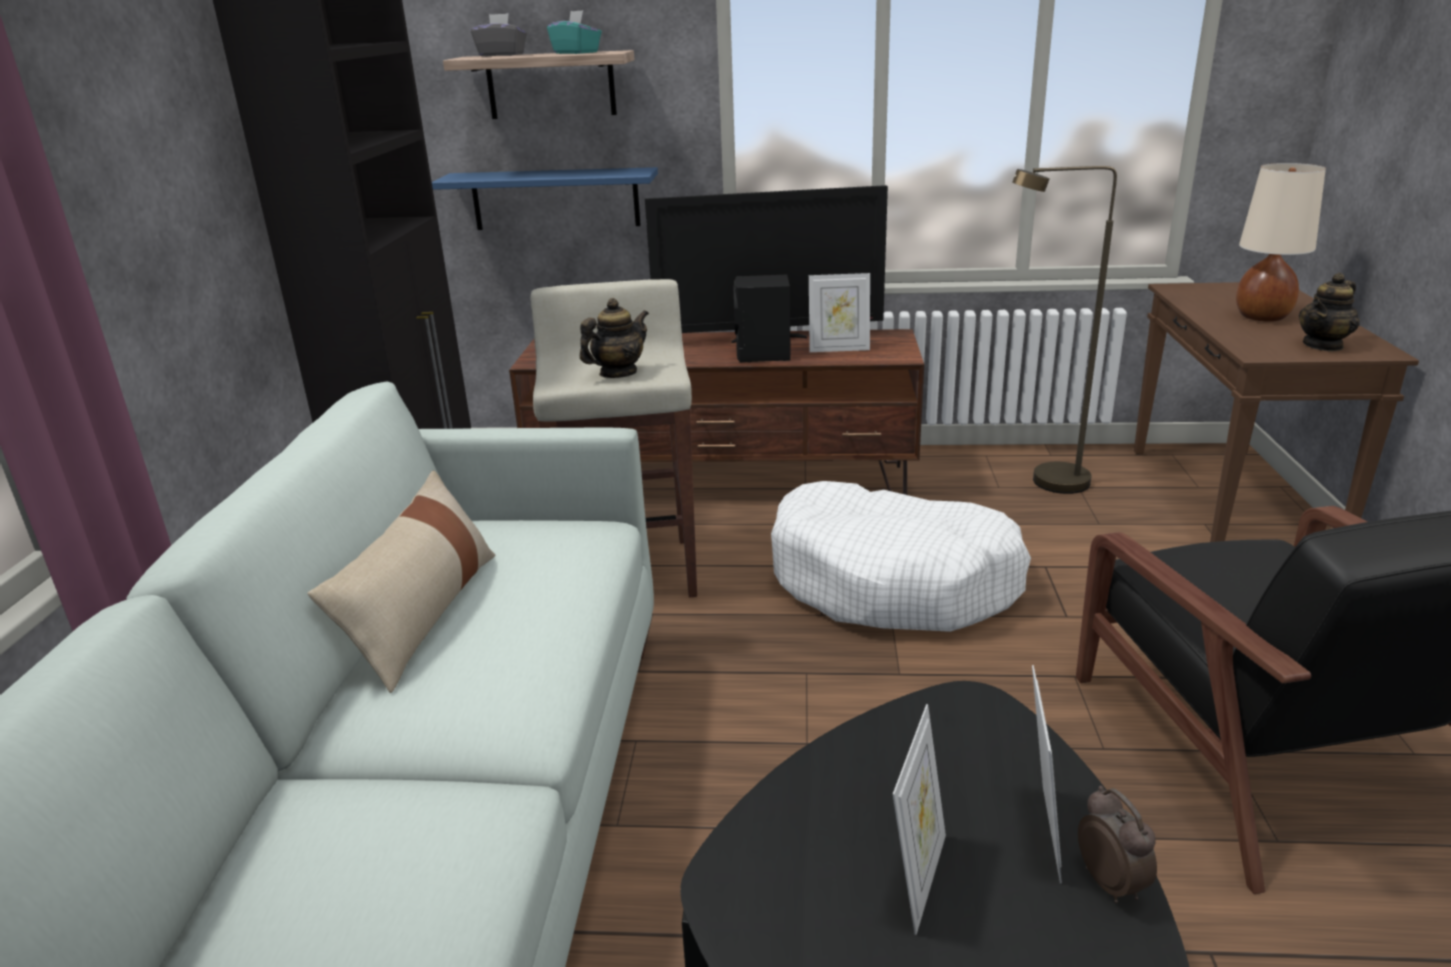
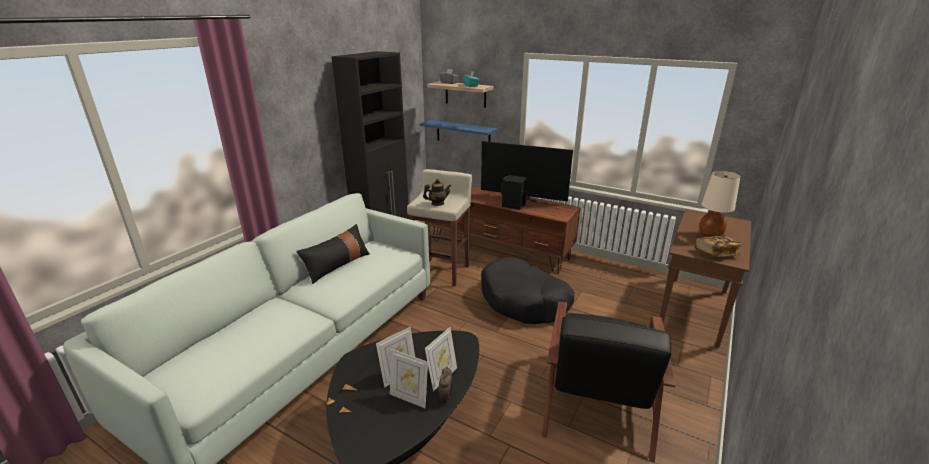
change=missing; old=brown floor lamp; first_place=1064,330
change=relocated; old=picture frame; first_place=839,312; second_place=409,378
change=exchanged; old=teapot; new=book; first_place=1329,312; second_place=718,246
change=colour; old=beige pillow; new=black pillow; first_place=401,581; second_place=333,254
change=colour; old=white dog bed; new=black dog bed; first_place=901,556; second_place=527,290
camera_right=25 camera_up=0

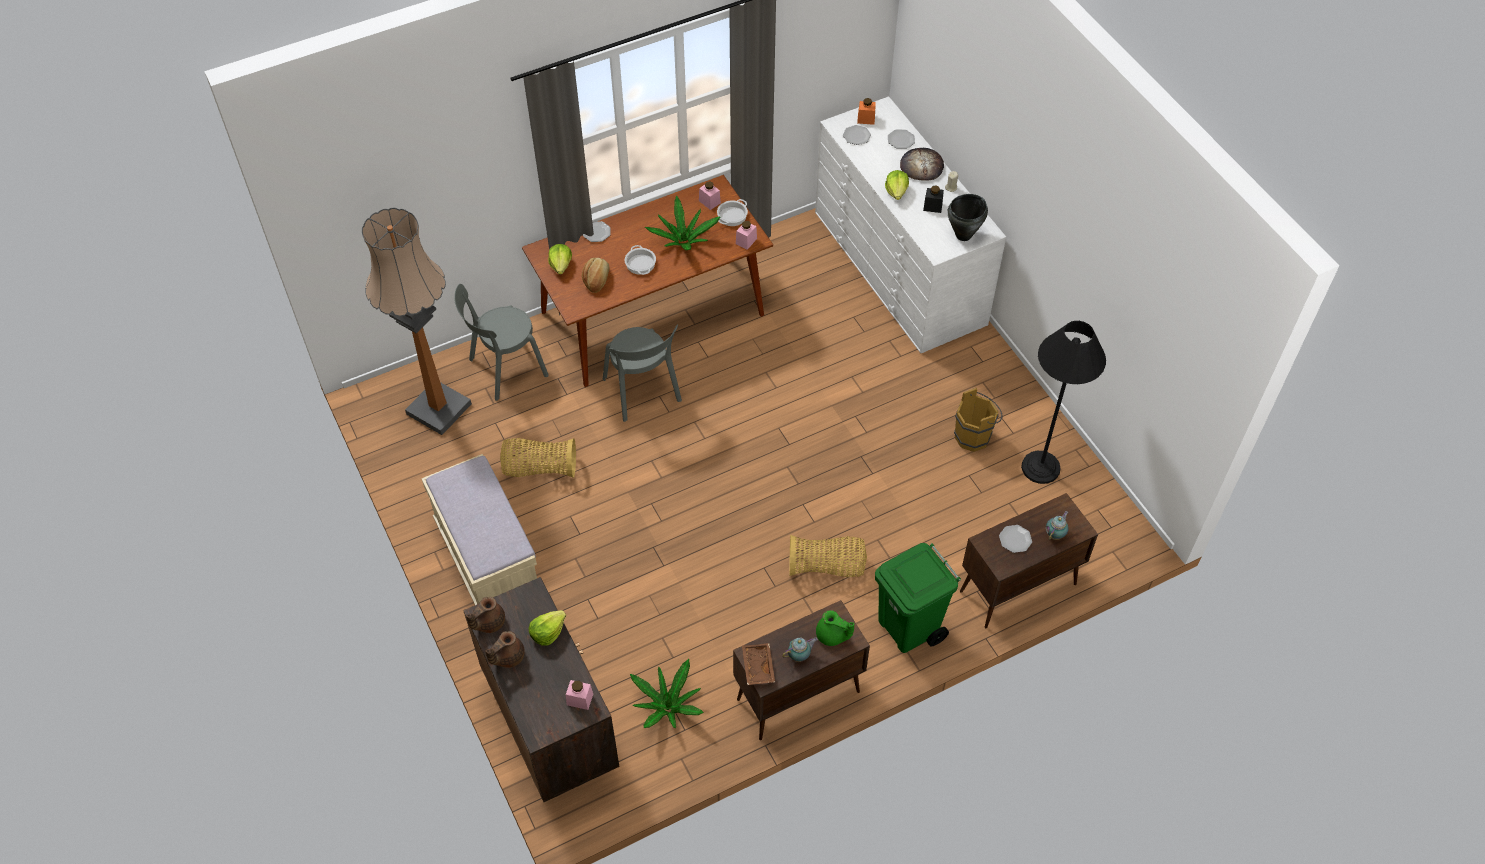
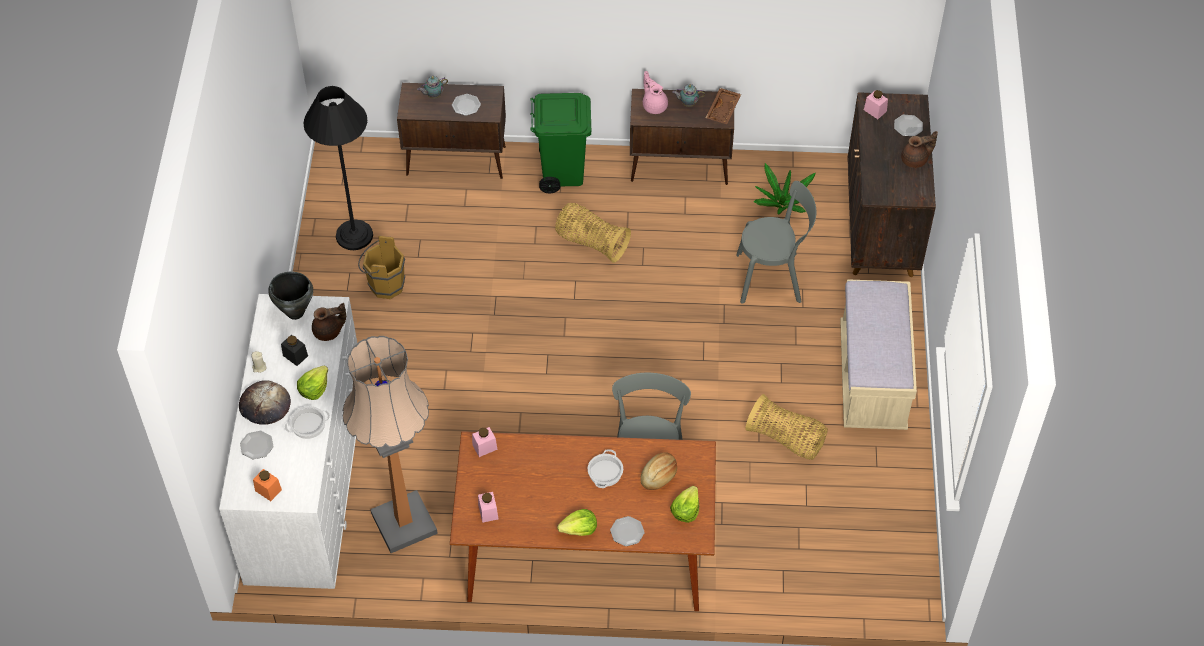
change=missing; old=potted plant; first_place=682,222
change=relocated; old=floor lamp; first_place=417,321; second_place=390,444
change=relocated; old=grey chair; first_place=501,342; second_place=776,242
change=relocated; old=brown teapot; first_place=485,615; second_place=329,322
change=relocated; old=lettuce; first_place=547,628; second_place=577,522
change=relocated; old=cooking pot; first_place=732,212; second_place=307,422
change=relocated; old=plate; first_place=857,135; second_place=908,126
change=colour; old=green teapot; new=pink teapot; first_place=835,628; second_place=655,92
camera_right=-150 camera_up=0

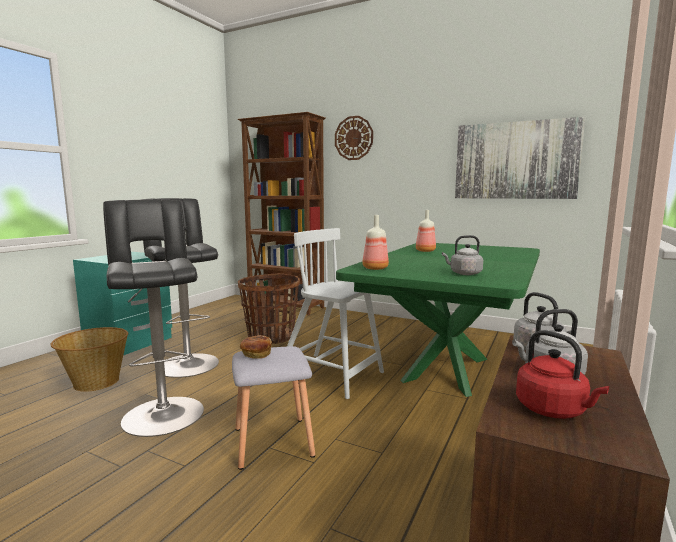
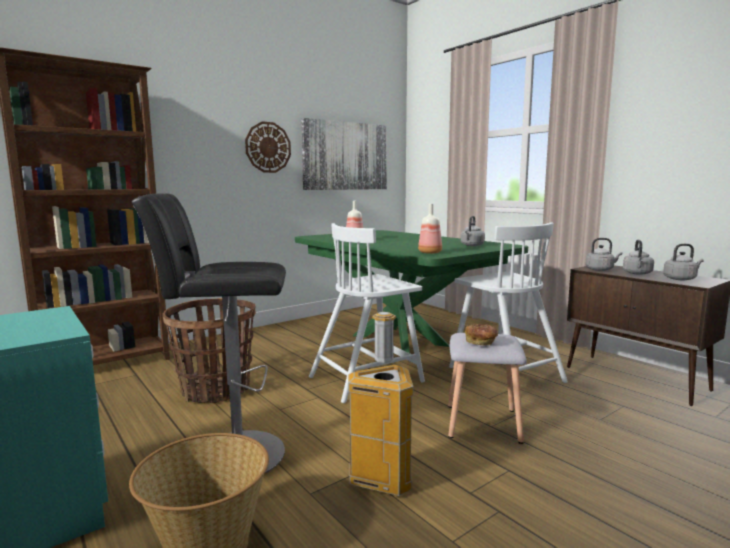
change=appeared; new=white chair; second_place=508,302
change=relocated; old=wall clock; first_place=354,138; second_place=268,147
change=exchanged; old=black stool; new=trash can; first_place=153,318; second_place=381,404
change=colour; old=red kettle; new=grey kettle; first_place=562,374; second_place=683,262
camera_right=-65 camera_up=0

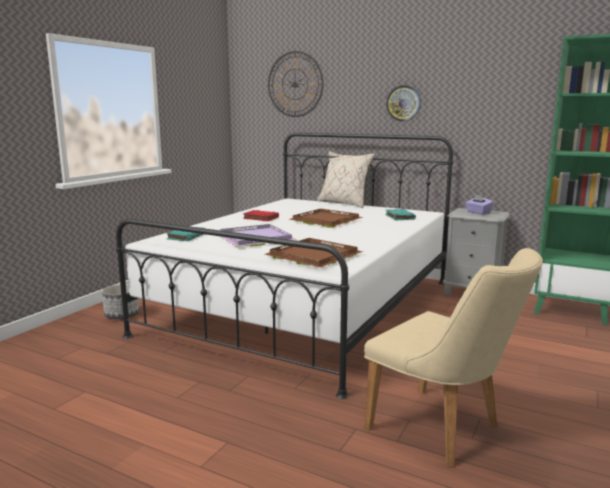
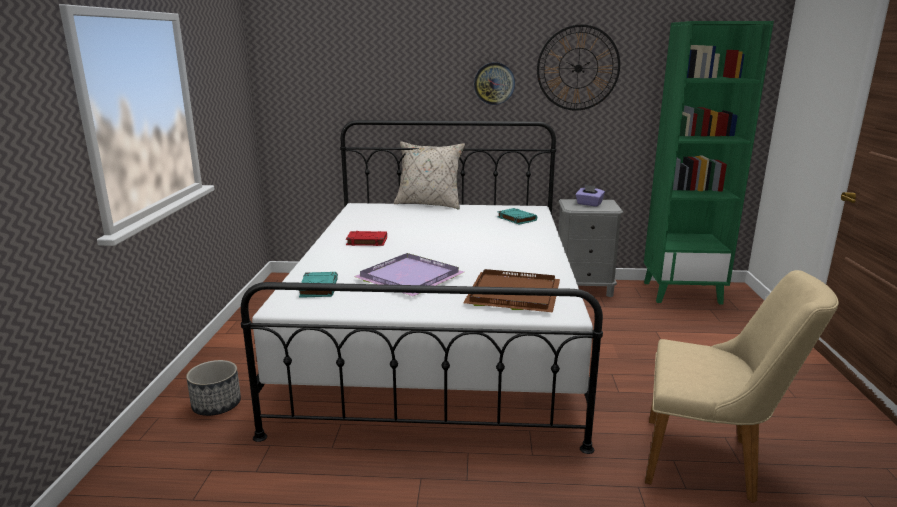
change=missing; old=brown tray; first_place=326,218
change=relocated; old=wall clock; first_place=296,84; second_place=578,67
camera_right=-25 camera_up=5

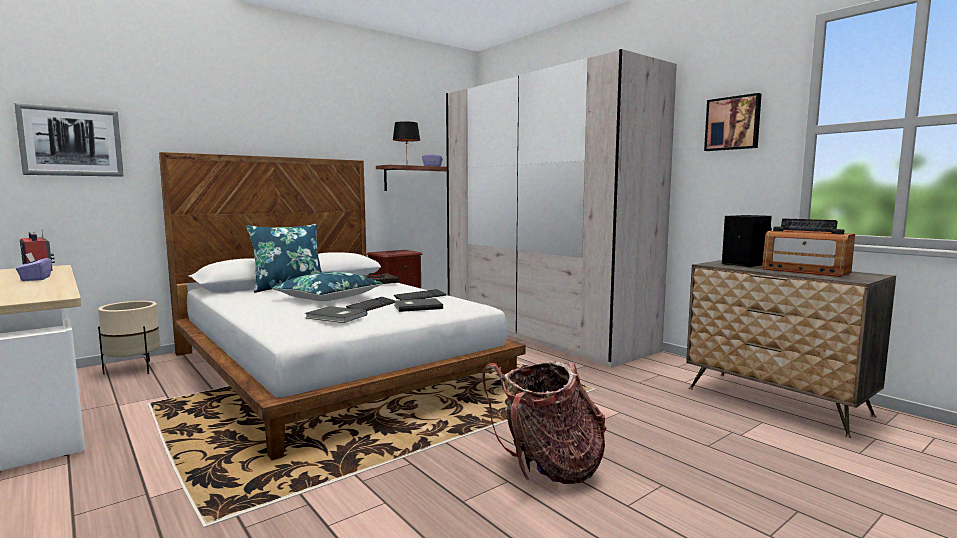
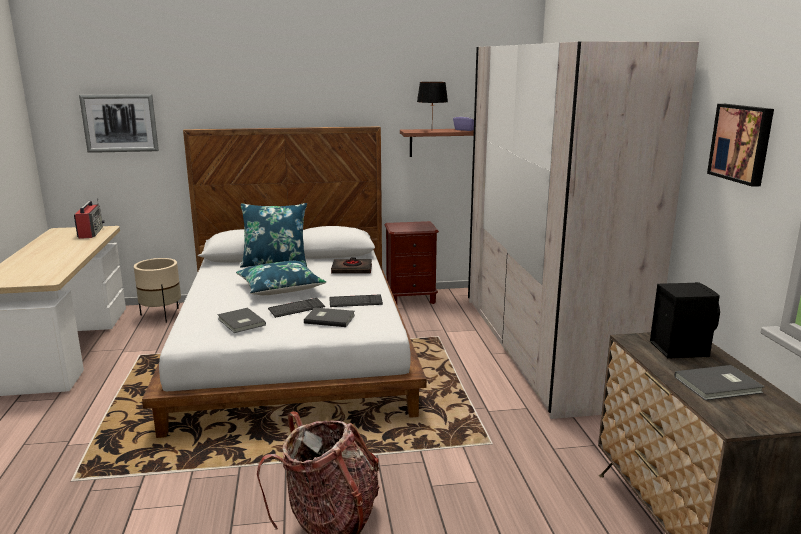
change=missing; old=purple tissue box; first_place=33,267
change=exchanged; old=radio; new=grey book; first_place=808,247; second_place=720,382
camera_right=30 camera_up=10

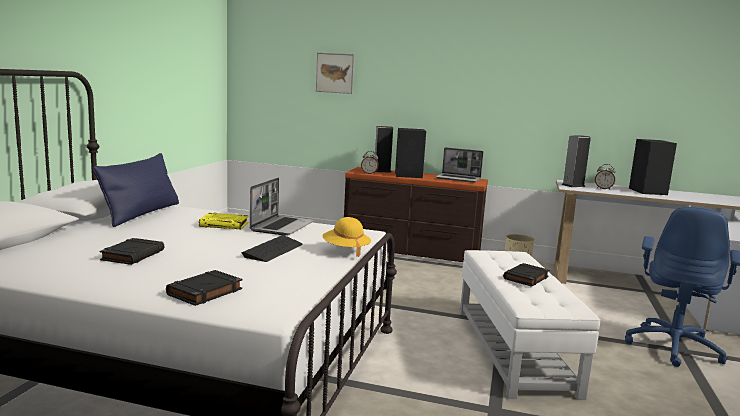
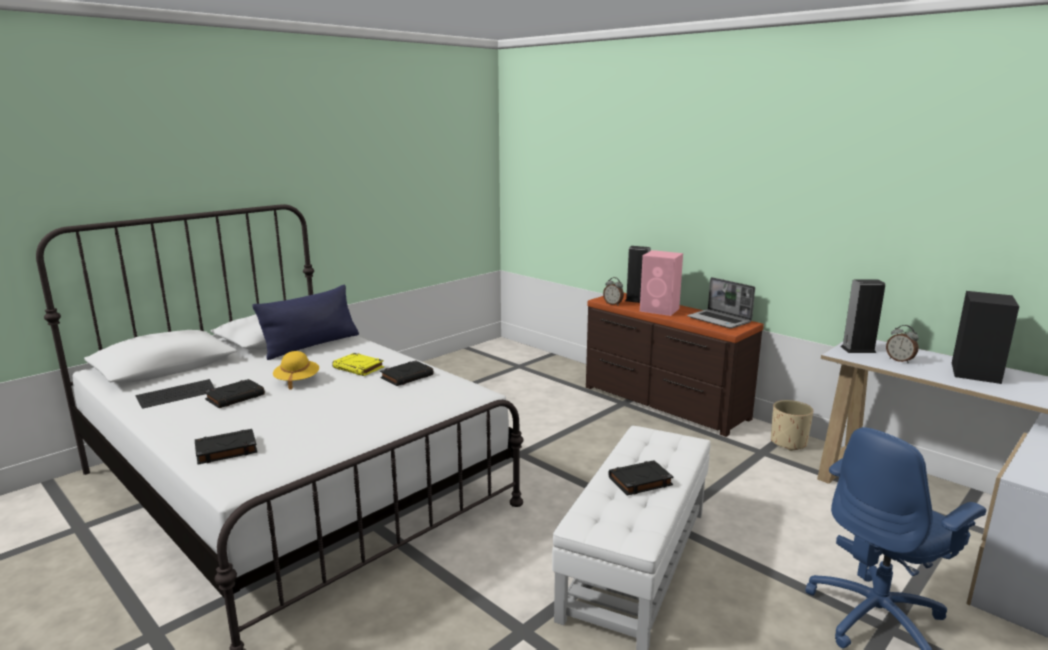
change=missing; old=picture; first_place=335,73
change=relocated; old=keyboard; first_place=272,248; second_place=175,393
change=relocated; old=yellow hat; first_place=347,237; second_place=296,370
change=exchanged; old=laptop; new=black book; first_place=282,207; second_place=407,373
change=colour; old=black speaker; new=pink speaker; first_place=410,153; second_place=661,283
camera_right=30 camera_up=5

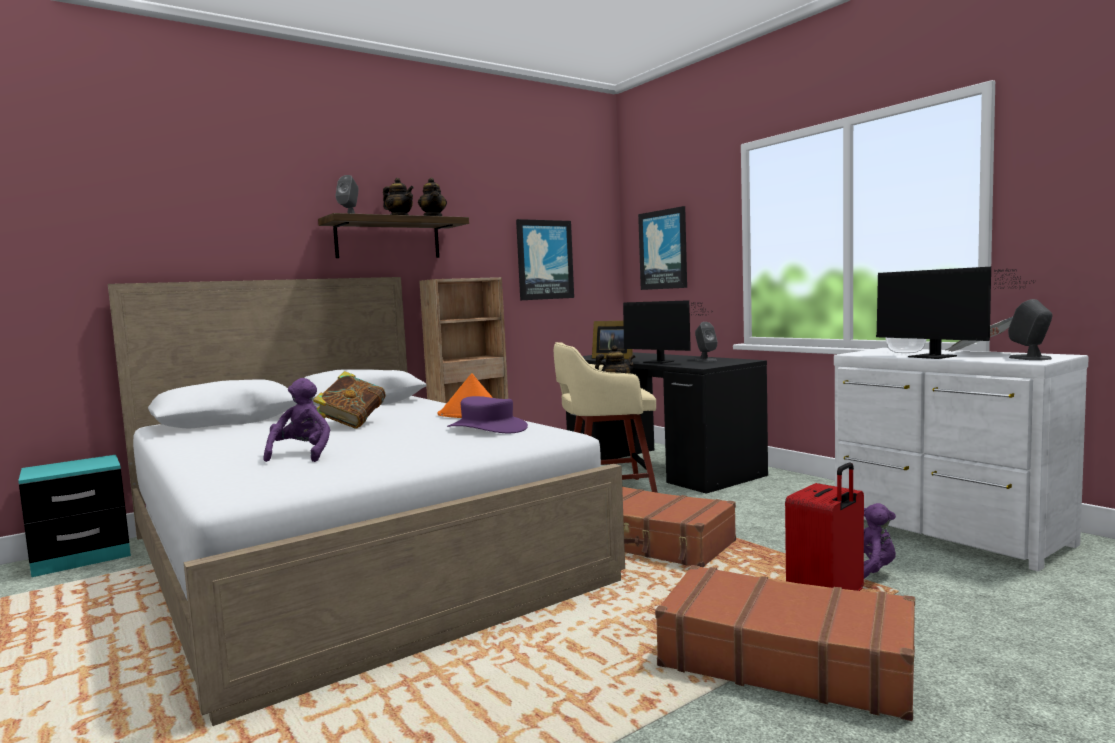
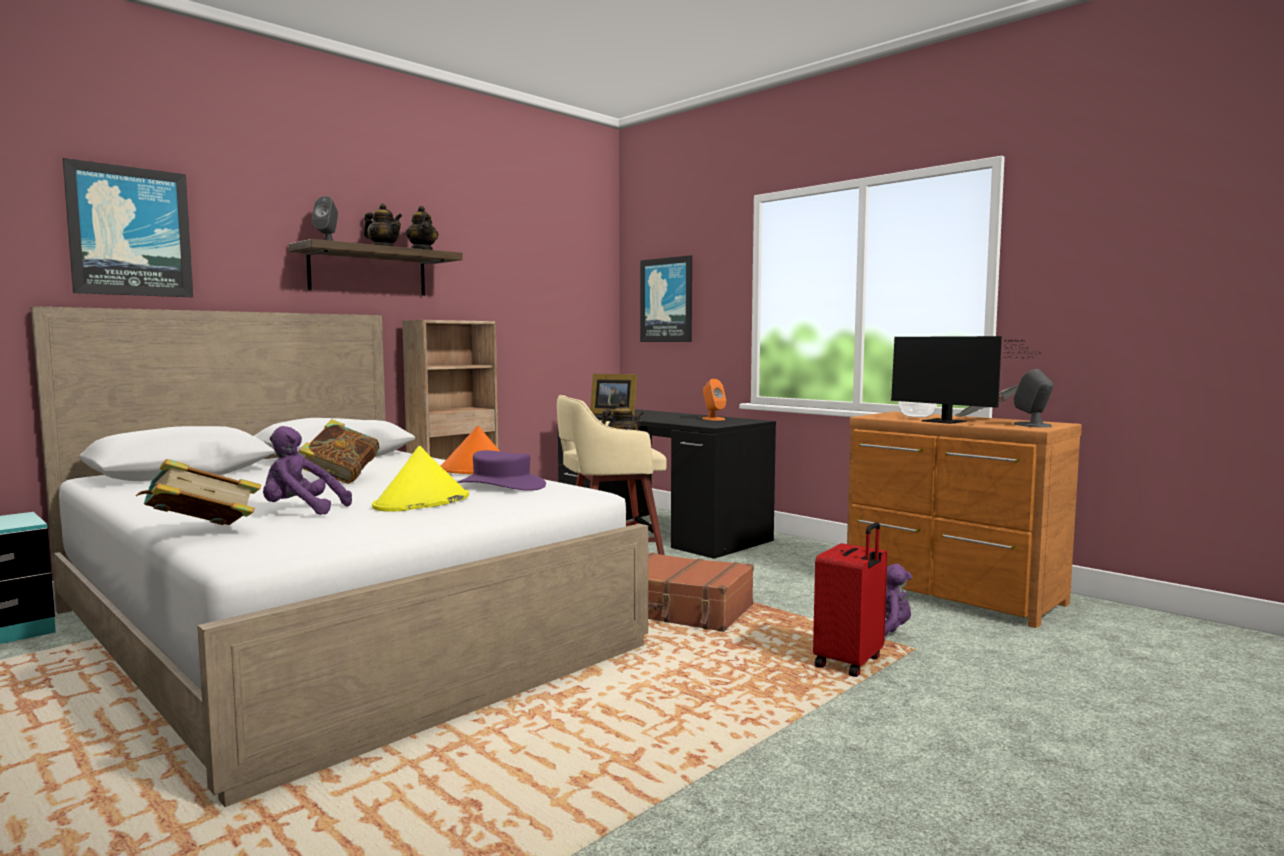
change=missing; old=monitor; first_place=667,332
change=missing; old=brown suitcase; first_place=785,643
change=appeared; new=book; second_place=198,492
change=appeared; new=yellow hat; second_place=420,479
change=relocated; old=picture; first_place=545,259; second_place=128,227
change=colour; old=grey speaker; new=orange speaker; first_place=706,341; second_place=714,400
change=colour; old=white dresser; new=brown dresser; first_place=961,459; second_place=964,519
change=spun; old=purple plush toy; first_place=297,420; second_place=307,470; degrees=-75
camera_right=-10 camera_up=0

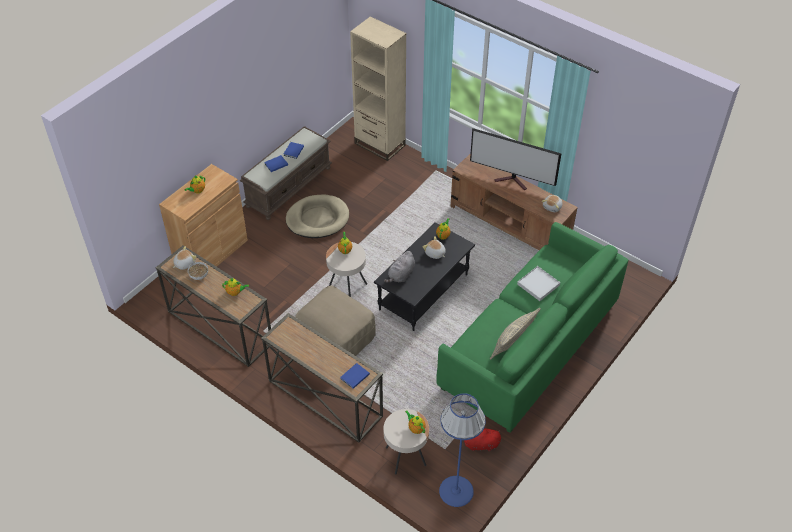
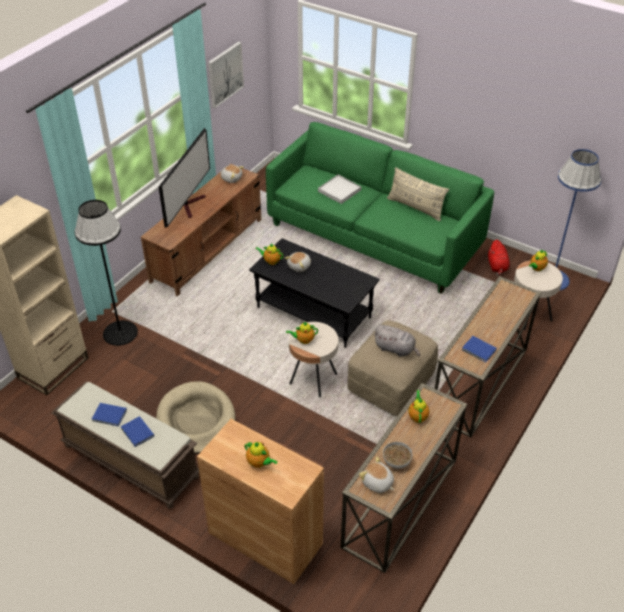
change=appeared; new=black floor lamp; second_place=106,273
change=appeared; new=picture; second_place=226,75
change=relocated; old=blue book; first_place=355,376; second_place=479,349
change=relocated; old=grey plush toy; first_place=399,267; second_place=397,341
camera_right=-95 camera_up=-5

